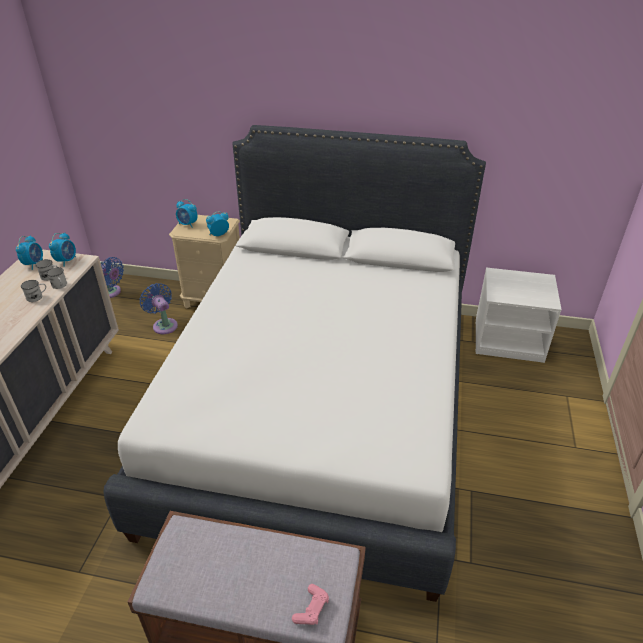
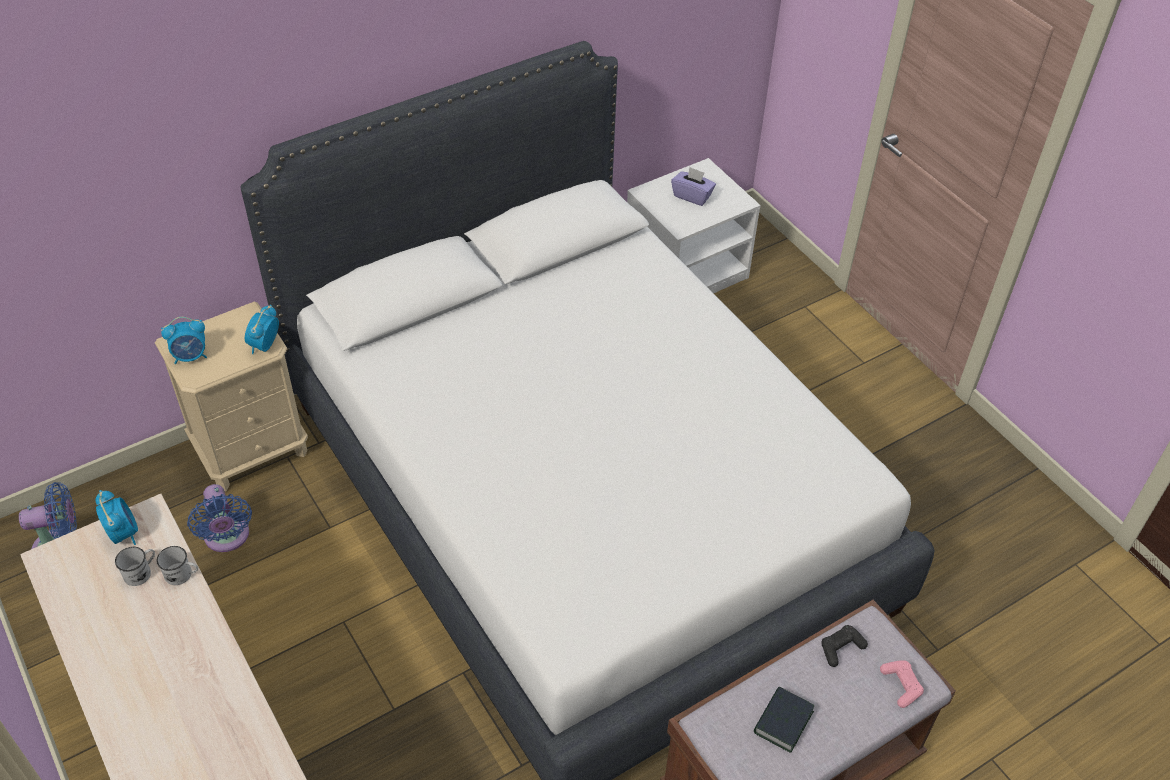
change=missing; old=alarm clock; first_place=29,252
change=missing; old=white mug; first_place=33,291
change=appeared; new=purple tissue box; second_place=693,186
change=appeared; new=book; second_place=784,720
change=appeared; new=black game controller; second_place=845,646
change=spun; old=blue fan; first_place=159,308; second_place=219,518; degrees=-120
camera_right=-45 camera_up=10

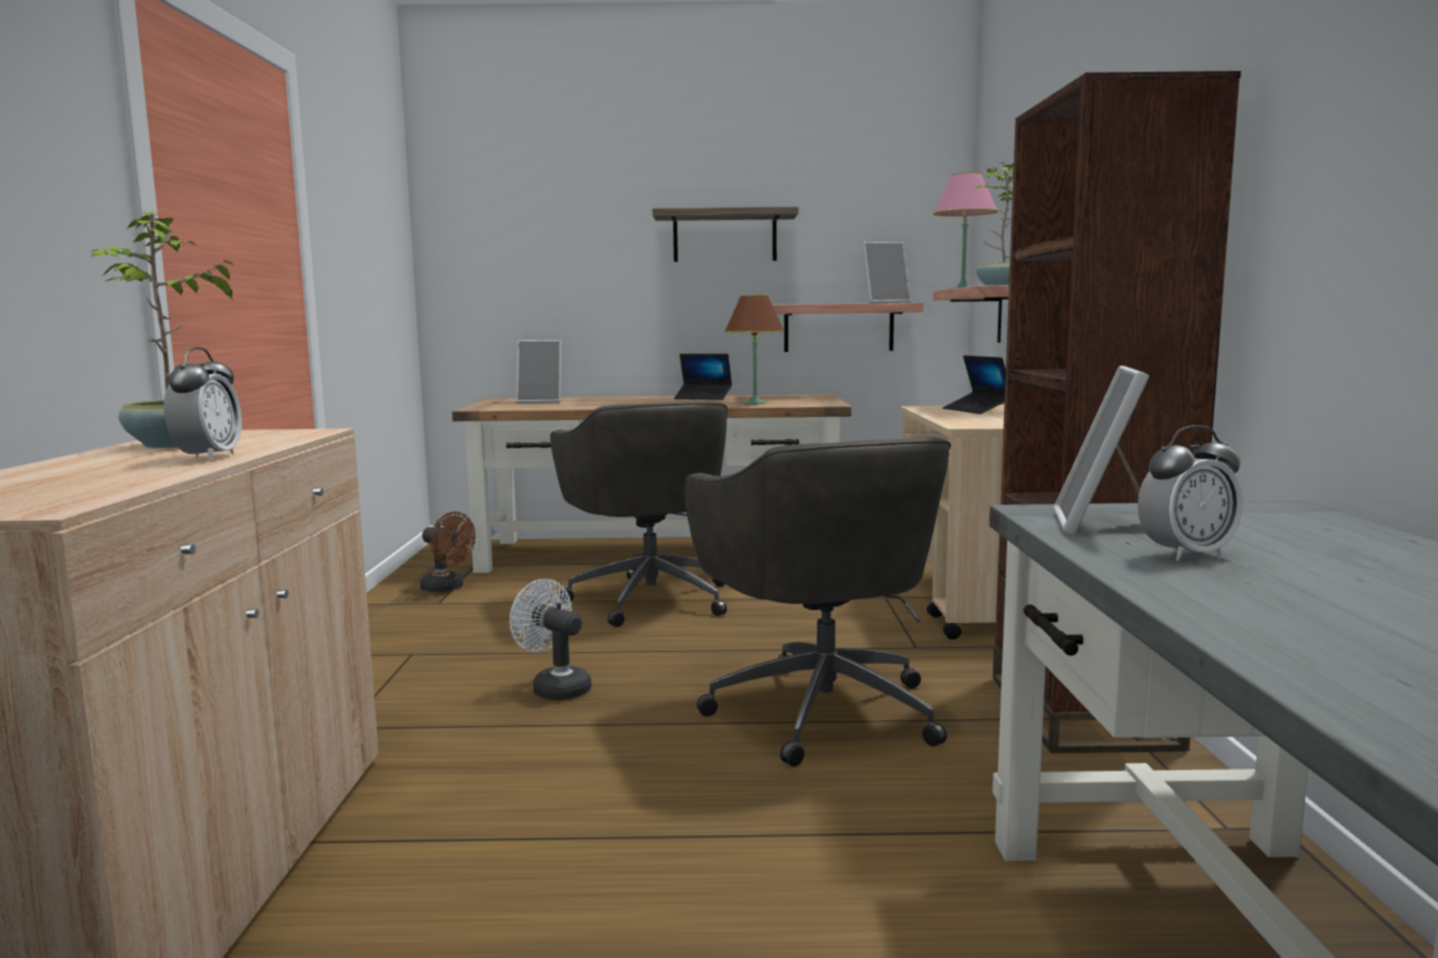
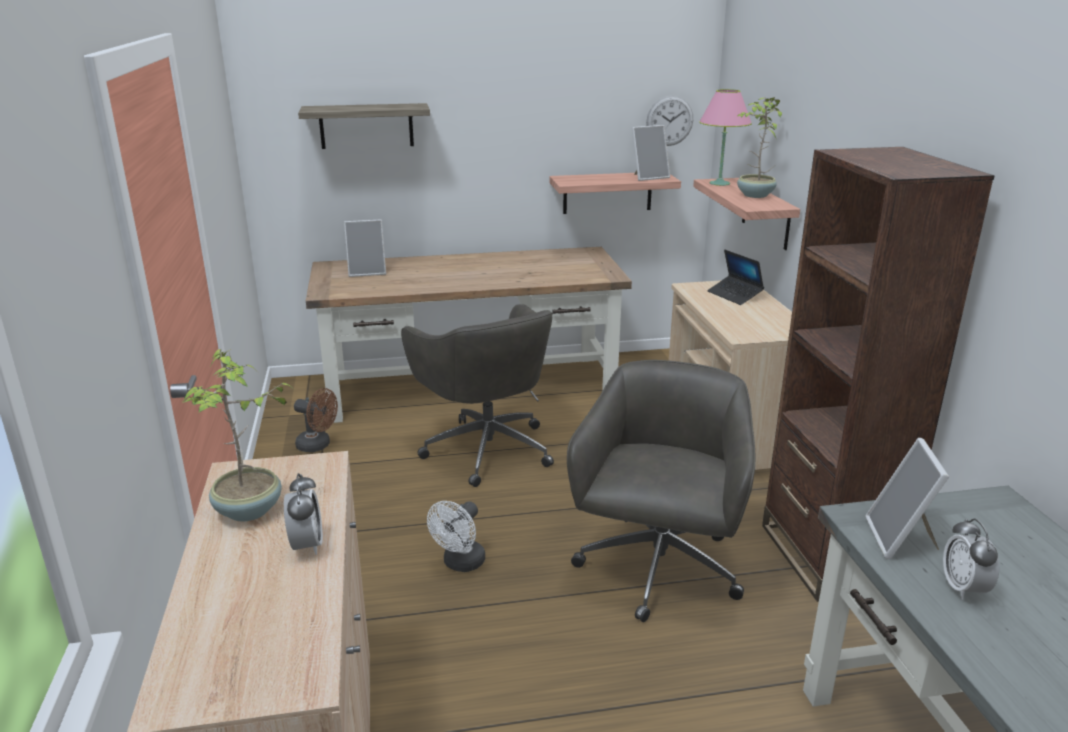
change=missing; old=laptop; first_place=703,377
change=missing; old=brown table lamp; first_place=754,349
change=appeared; new=wall clock; second_place=669,121
change=relocated; old=shelf; first_place=725,234; second_place=364,126
change=spun; old=white fan; first_place=551,639; second_place=456,536; degrees=-90
change=spun; old=grey office chair; first_place=817,602; second_place=661,491; degrees=-135
change=spun; old=alarm clock; first_place=1190,493; second_place=971,559; degrees=120
camera_right=-10 camera_up=15

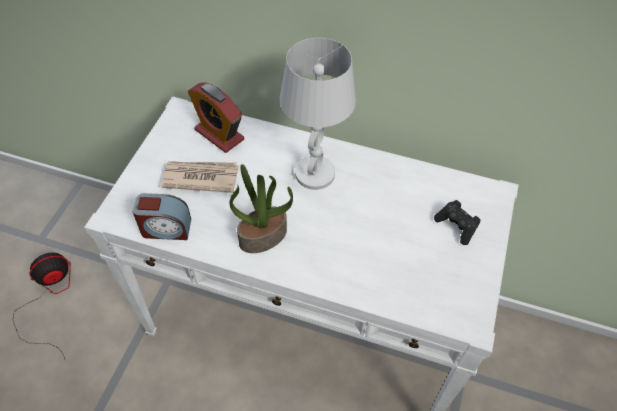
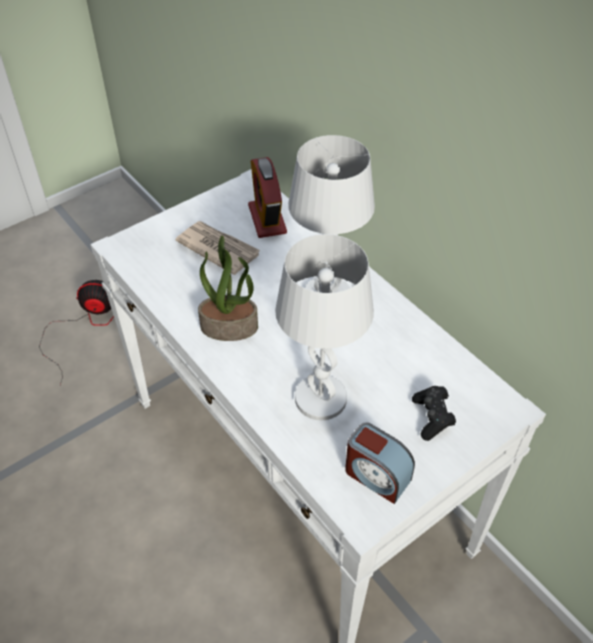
change=appeared; new=white table lamp; second_place=324,327
change=relocated; old=alarm clock; first_place=161,216; second_place=380,463
camera_right=35 camera_up=-5

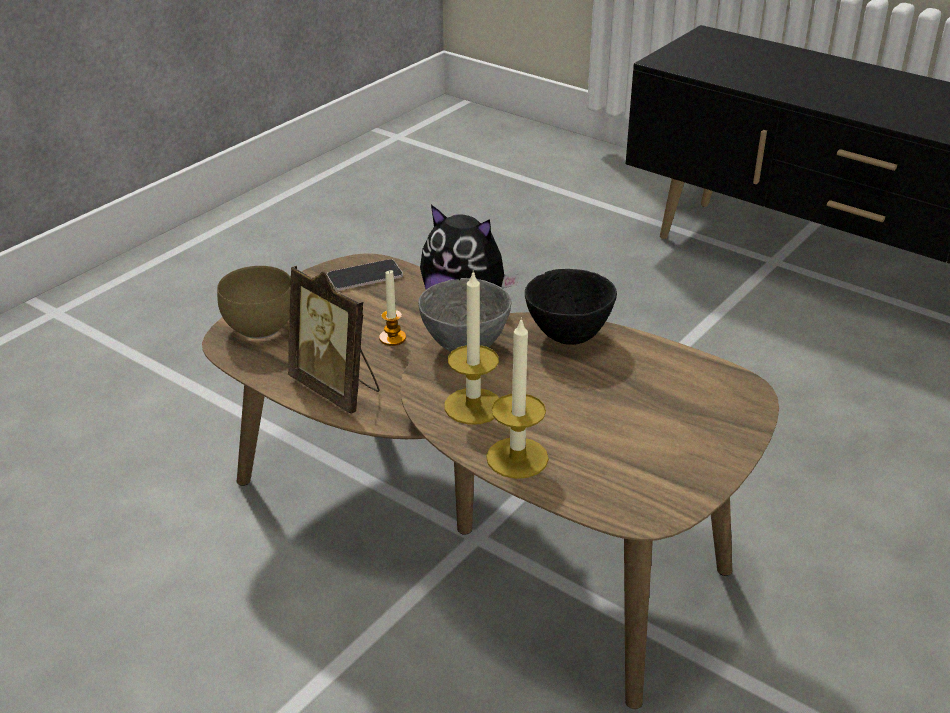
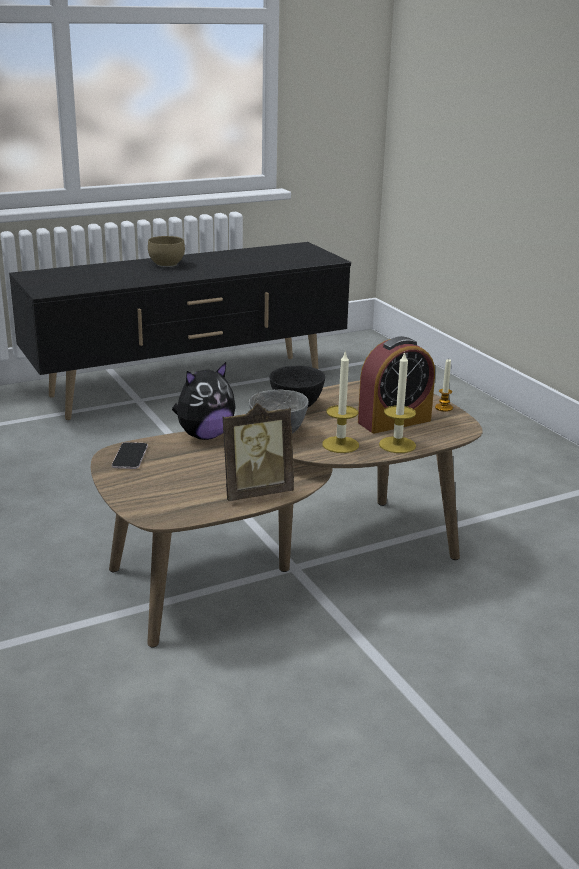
change=appeared; new=alarm clock; second_place=396,384
change=relocated; old=brown bowl; first_place=254,302; second_place=166,251
change=relocated; old=candle; first_place=392,308; second_place=444,385
camera_right=-65 camera_up=-10

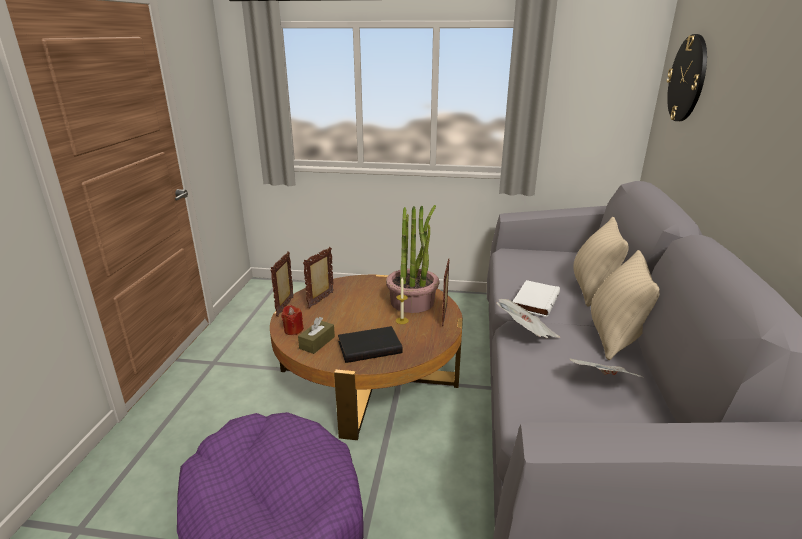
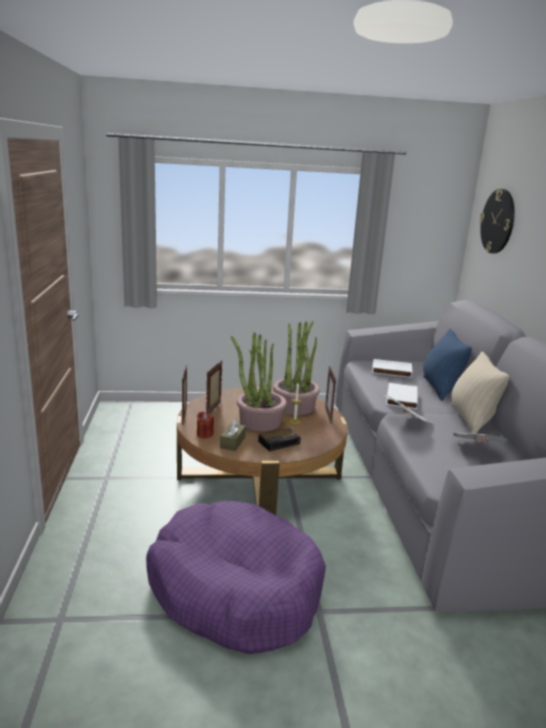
change=appeared; new=potted plant; second_place=259,381
change=appeared; new=white book; second_place=392,368
change=exchanged; old=black book; new=alarm clock; first_place=370,344; second_place=279,439
change=colour; old=beige pillow; new=blue pillow; first_place=601,261; second_place=447,365
camera_right=-15 camera_up=-5

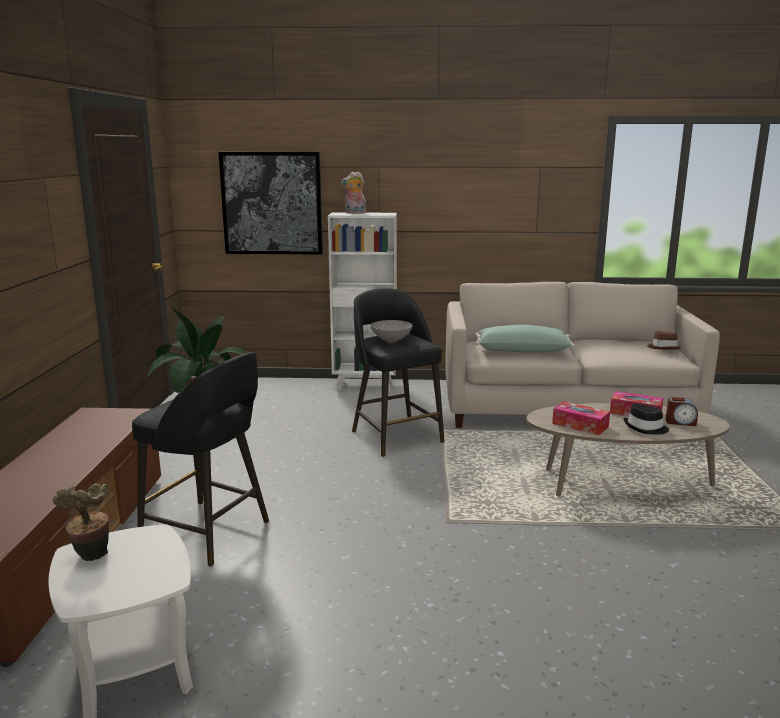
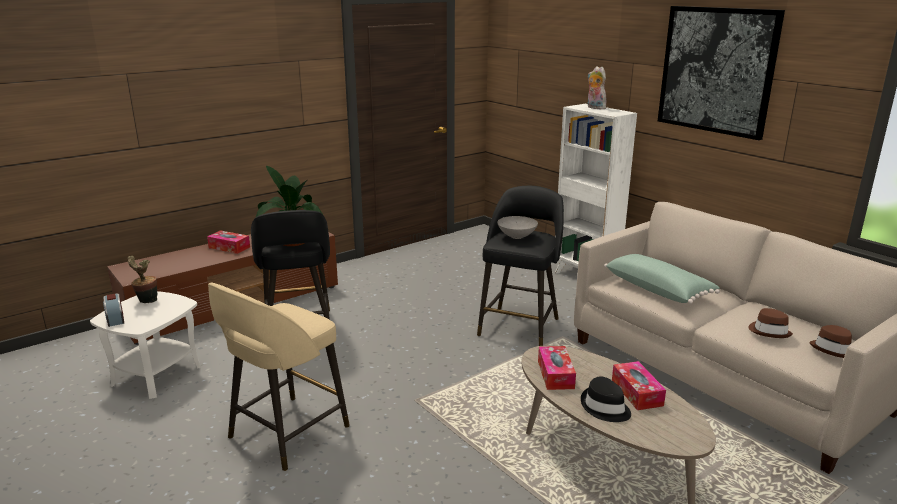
change=appeared; new=tissue box; second_place=228,242
change=appeared; new=beige stool; second_place=279,377
change=appeared; new=brown hat; second_place=770,323
change=relocated; old=picture; first_place=270,203; second_place=721,73
change=relocated; old=alarm clock; first_place=682,411; second_place=113,310
camera_right=50 camera_up=5

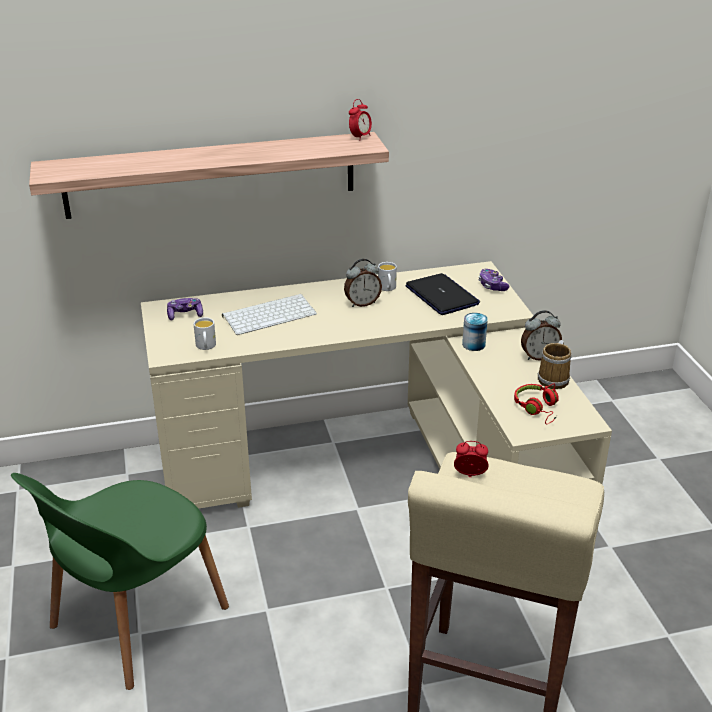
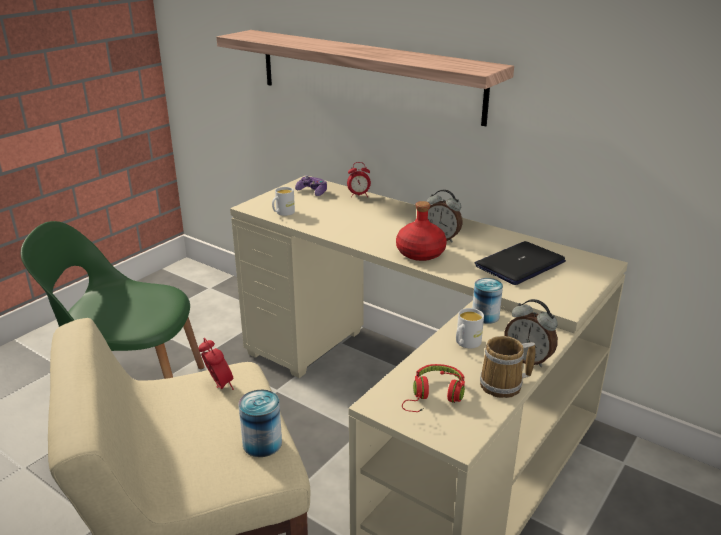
change=missing; old=keyboard; first_place=269,314
change=missing; old=game controller; first_place=494,280
change=appeared; new=can; second_place=260,423
change=appeared; new=red bottle; second_place=421,231
change=relocated; old=alarm clock; first_place=360,120; second_place=359,180
change=relocated; old=white mug; first_place=387,276; second_place=470,328
change=spun; old=laptop; first_place=442,294; second_place=520,263; degrees=-150
camera_right=50 camera_up=-5

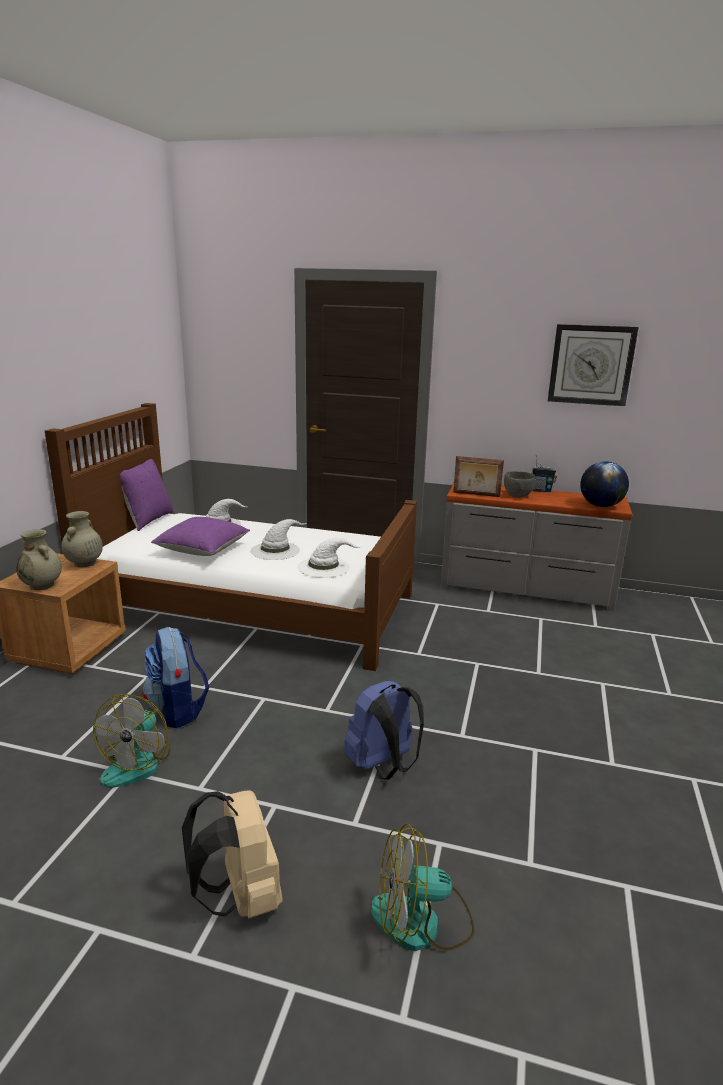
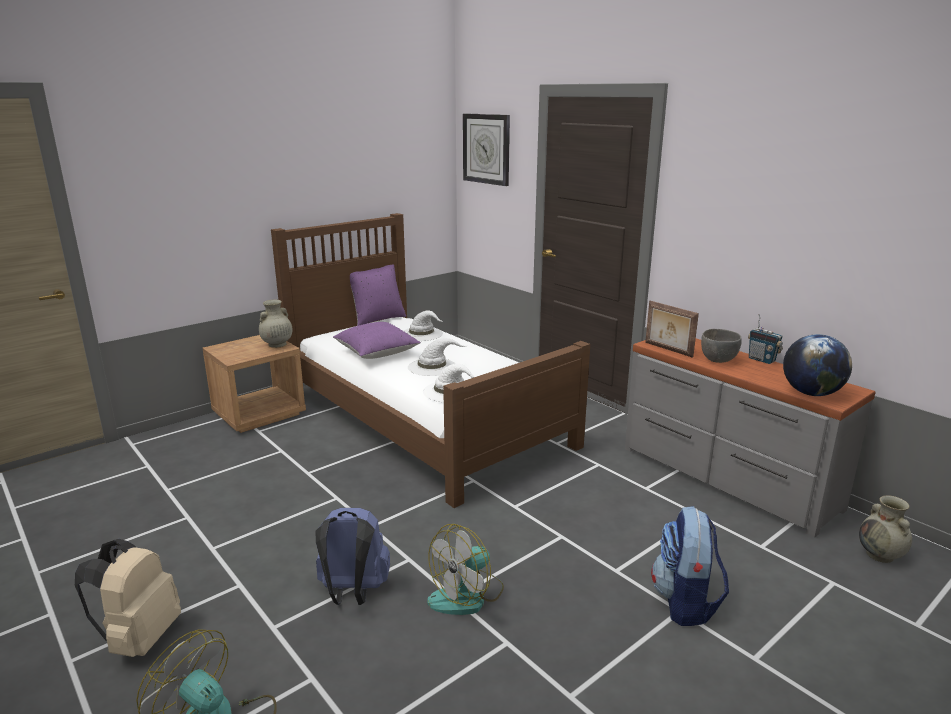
change=relocated; old=beige vase; first_place=39,559; second_place=885,529
change=relocated; old=fan; first_place=131,740; second_place=465,569
change=relocated; old=backpack; first_place=176,677; second_place=690,566
change=relocated; old=wall clock; first_place=593,365; second_place=486,149
camera_right=35 camera_up=0

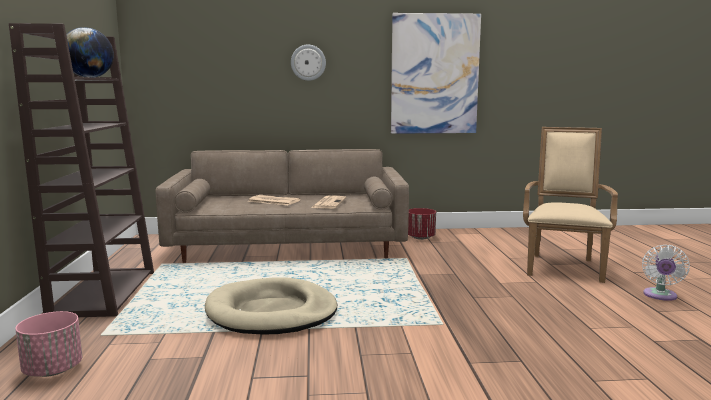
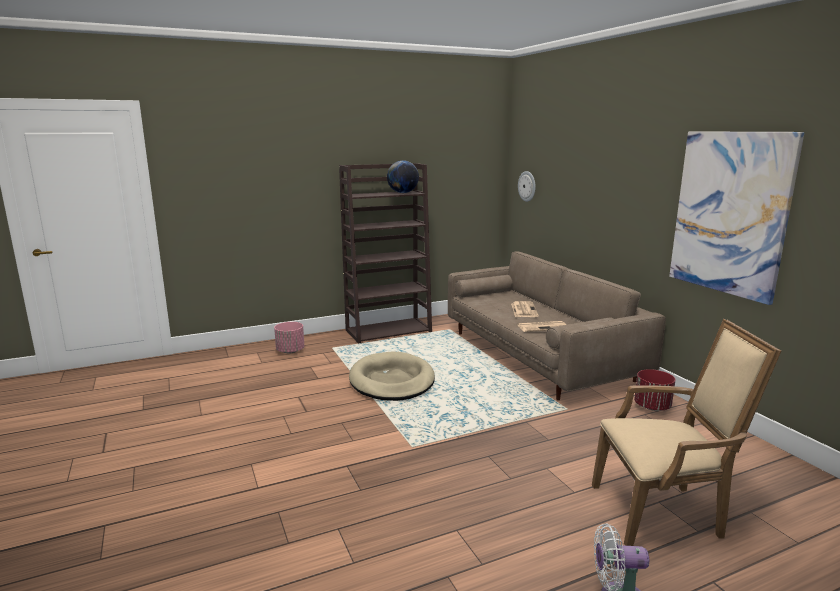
change=relocated; old=wall clock; first_place=308,63; second_place=527,186
camera_right=70 camera_up=5

